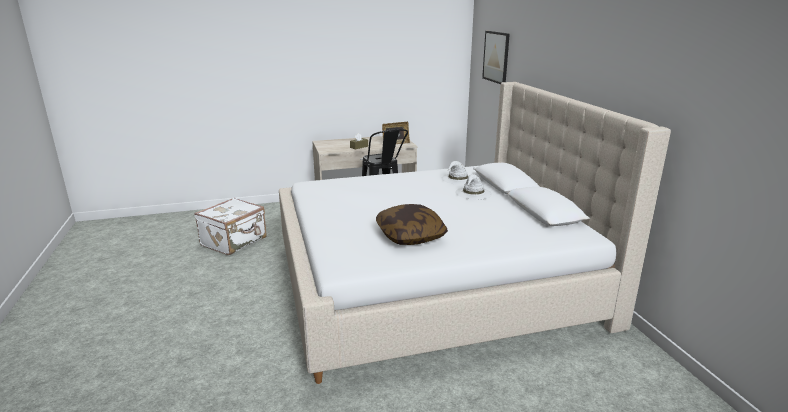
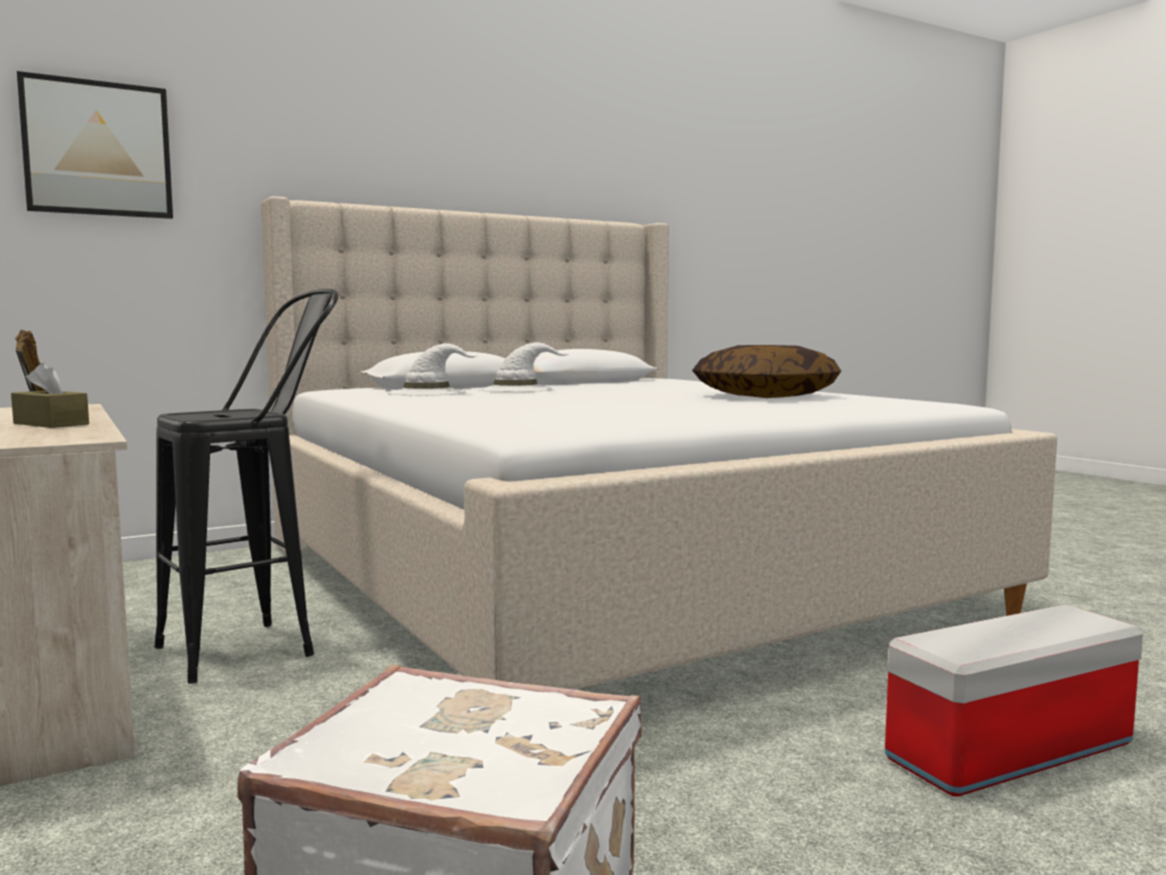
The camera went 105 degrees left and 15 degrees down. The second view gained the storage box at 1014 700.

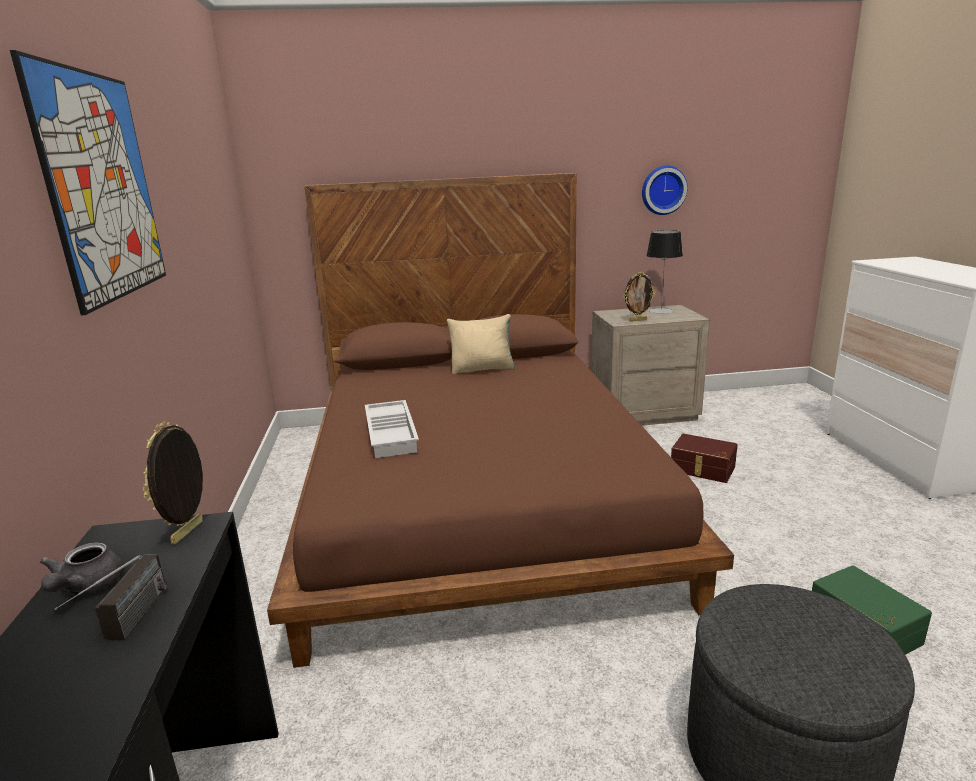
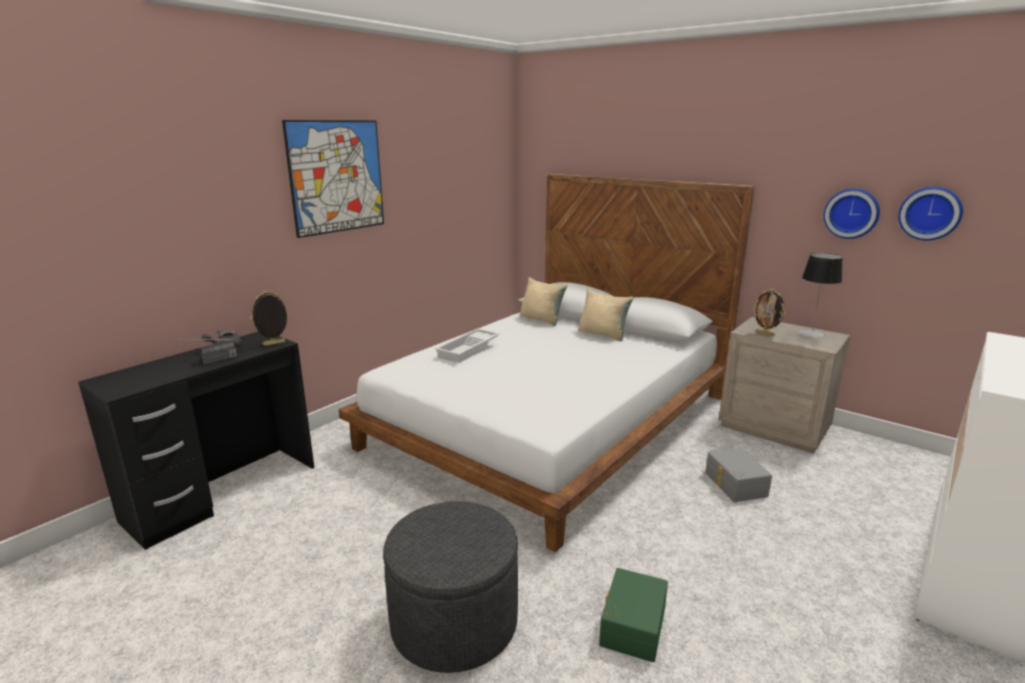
The camera went 45 degrees right and 0 degrees up. What was the brown bed at 500 420 turned into the white bed at 547 363. The second view gained the beige pillow at 543 301. What was the brown storage box at 704 458 turned into the grey storage box at 738 475. The second view gained the wall clock at 930 214.

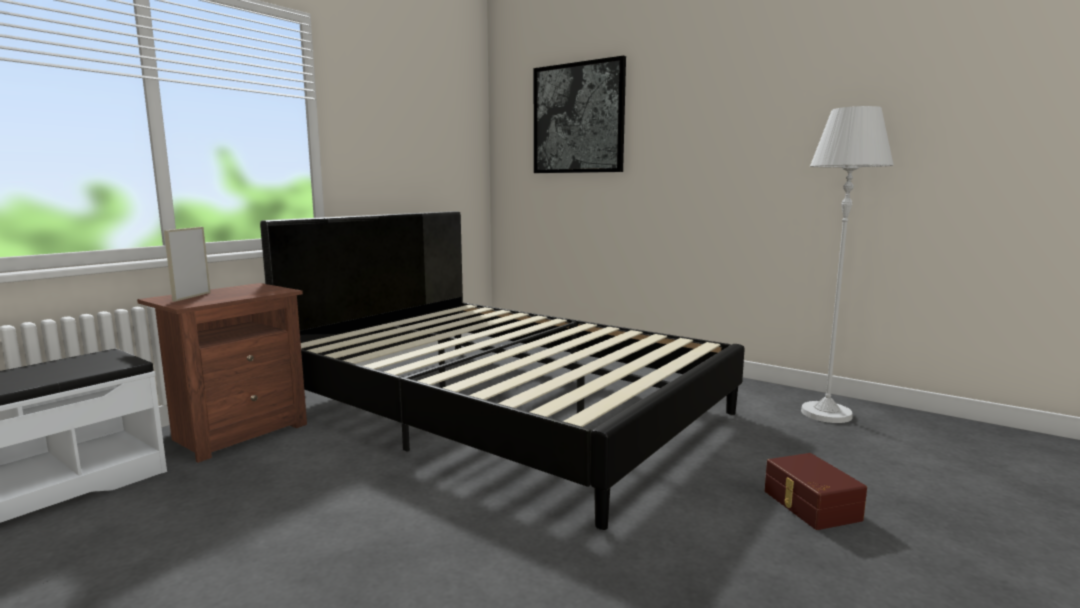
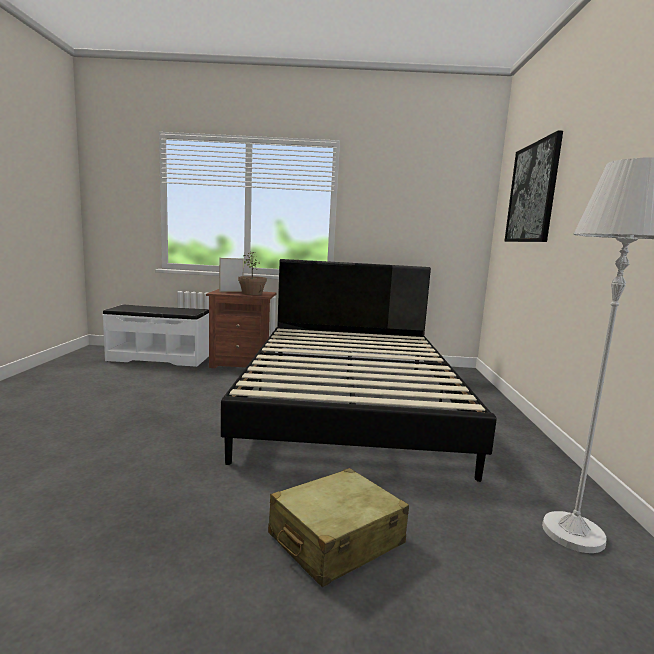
The camera went 55 degrees right and 0 degrees up. The second view gained the potted plant at 252 273. Where the brown storage box stood at 816 491, the beige suitcase came to stand at 338 527.

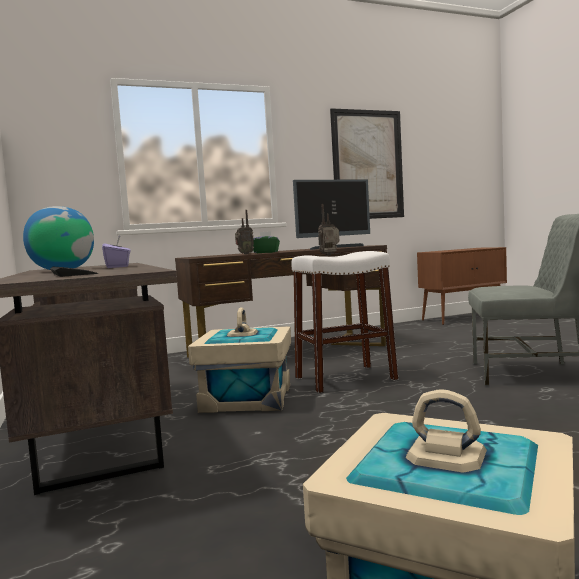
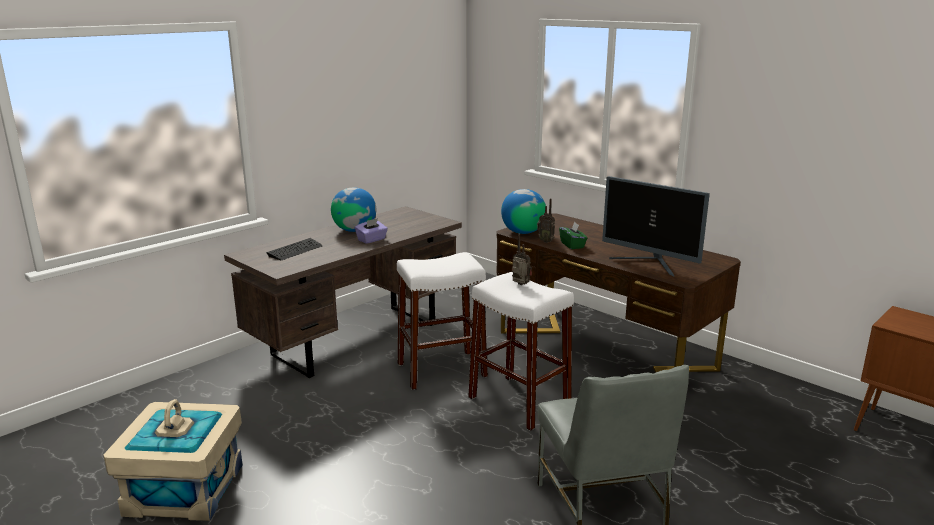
The camera went 65 degrees right and 15 degrees up. Where the beige storage box stood at 239 360, the white stool came to stand at 442 321. The second view gained the globe at 523 211. The second view lost the picture at 367 163.

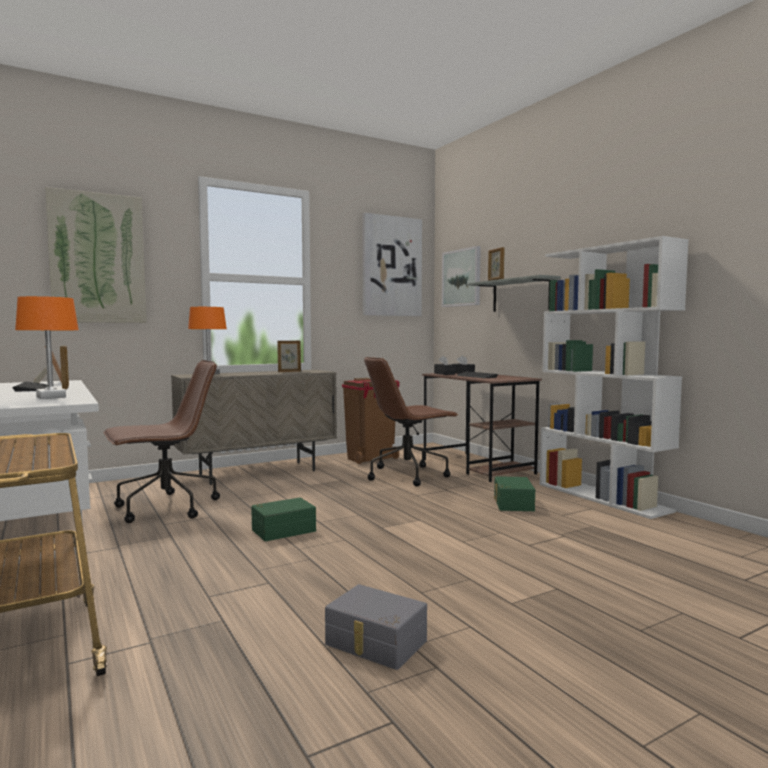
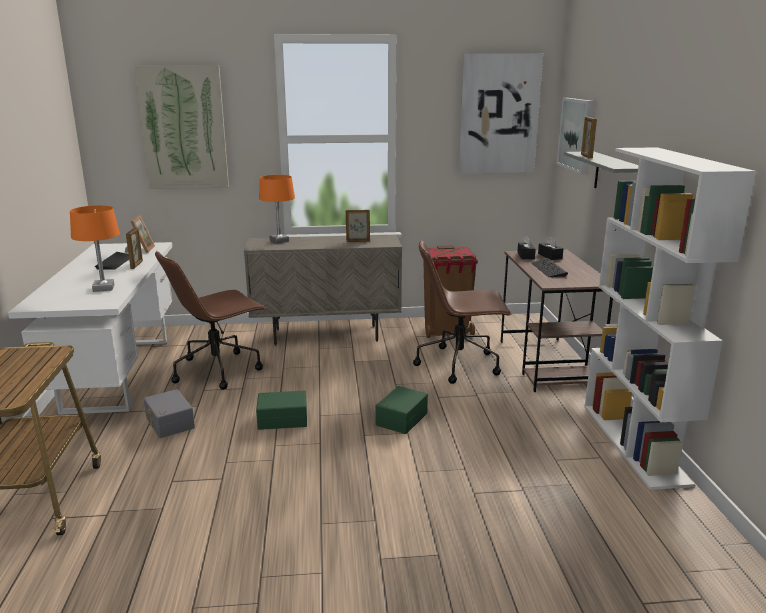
The camera went 25 degrees right and 15 degrees up. The grey storage box ended up elsewhere, having gone from 376 627 to 169 413. The brown office chair at 161 441 ended up facing another way, 150 degrees clockwise from before. The green storage box ended up elsewhere, having gone from 514 493 to 401 410.

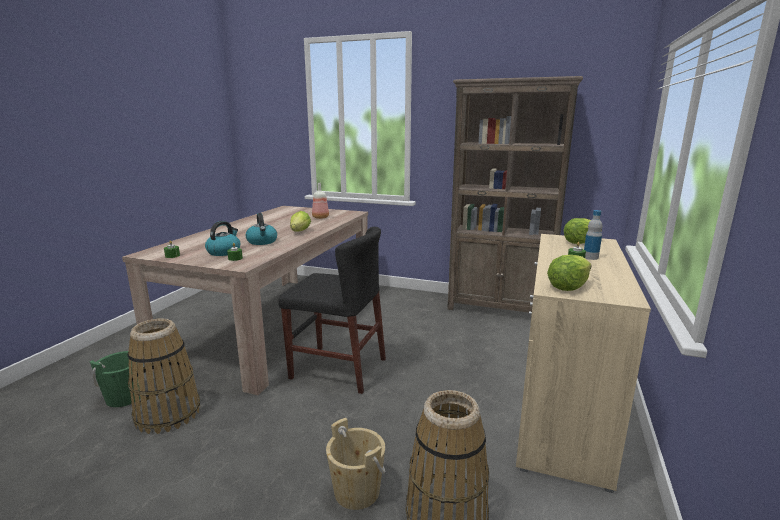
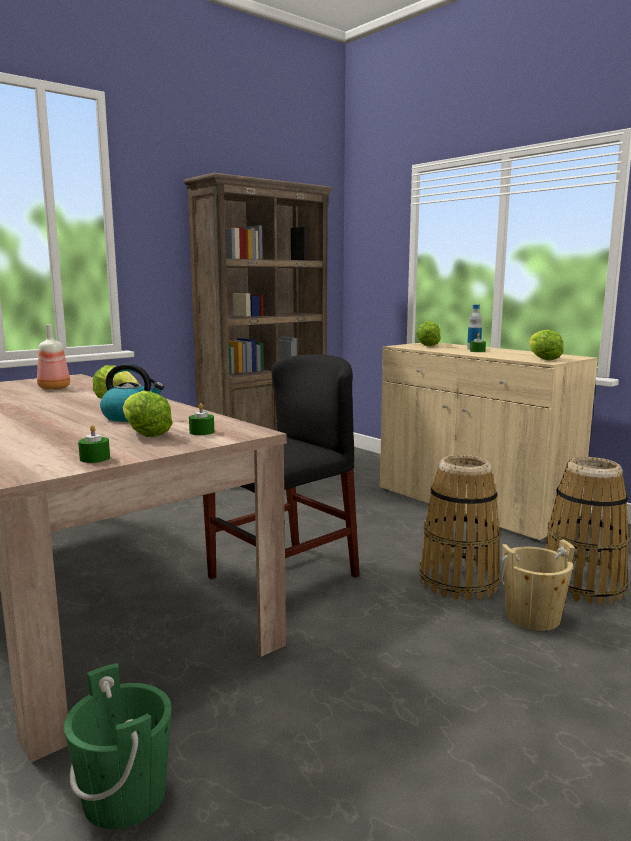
The camera went 60 degrees left and 5 degrees down. Where the kettle stood at 223 238, the lettuce came to stand at 147 414. The basket ended up elsewhere, having gone from 163 376 to 460 528.

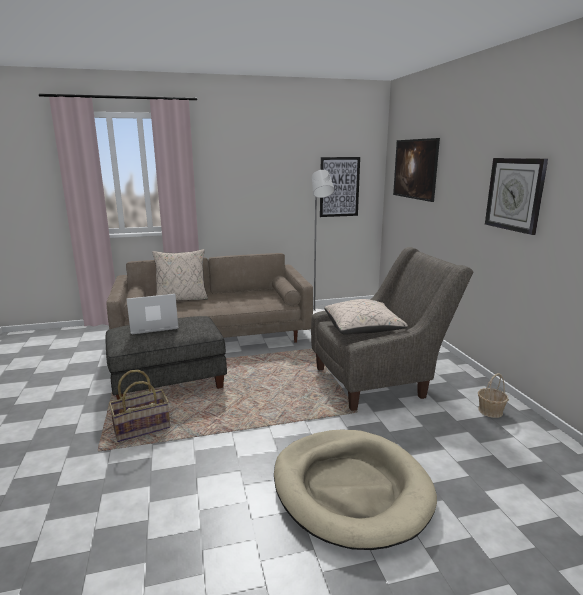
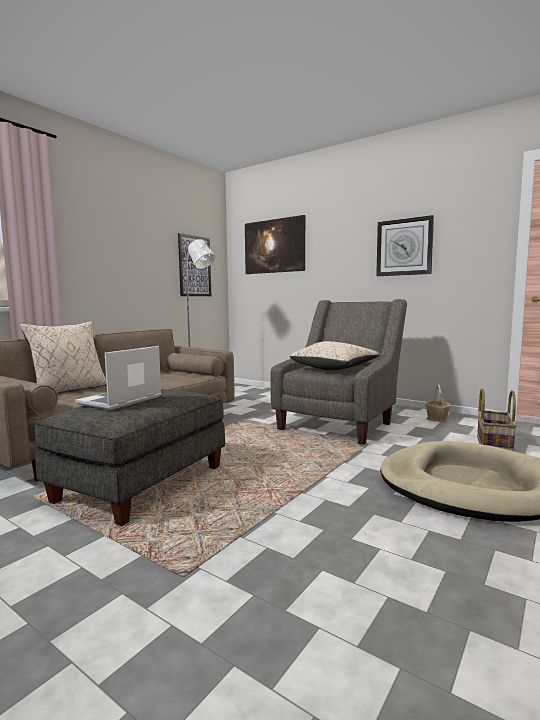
The camera went 40 degrees left and 10 degrees down. The basket ended up elsewhere, having gone from 139 406 to 497 420.

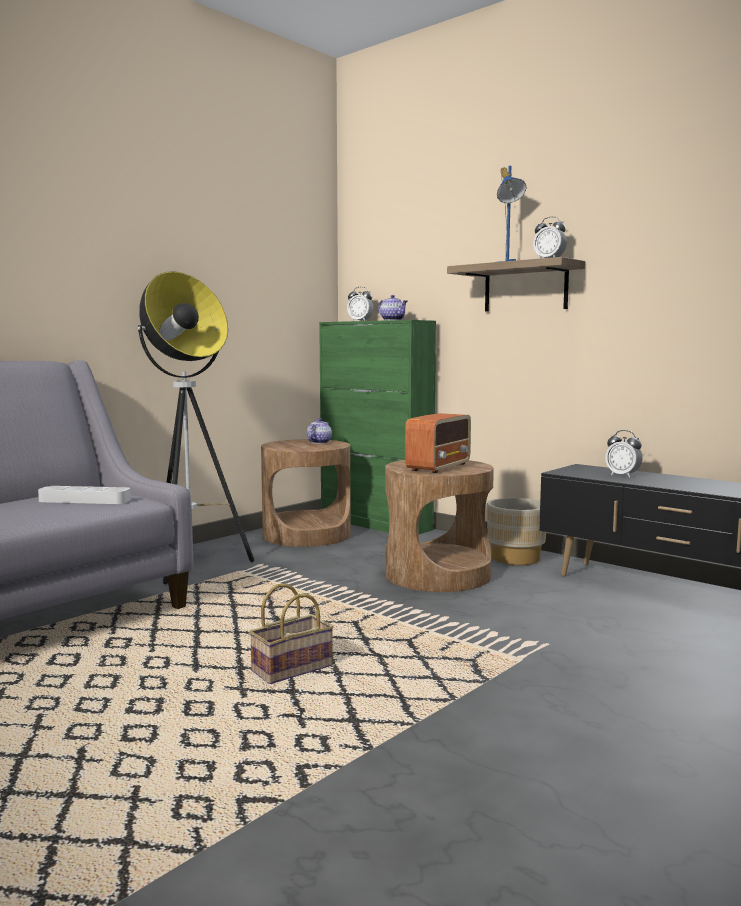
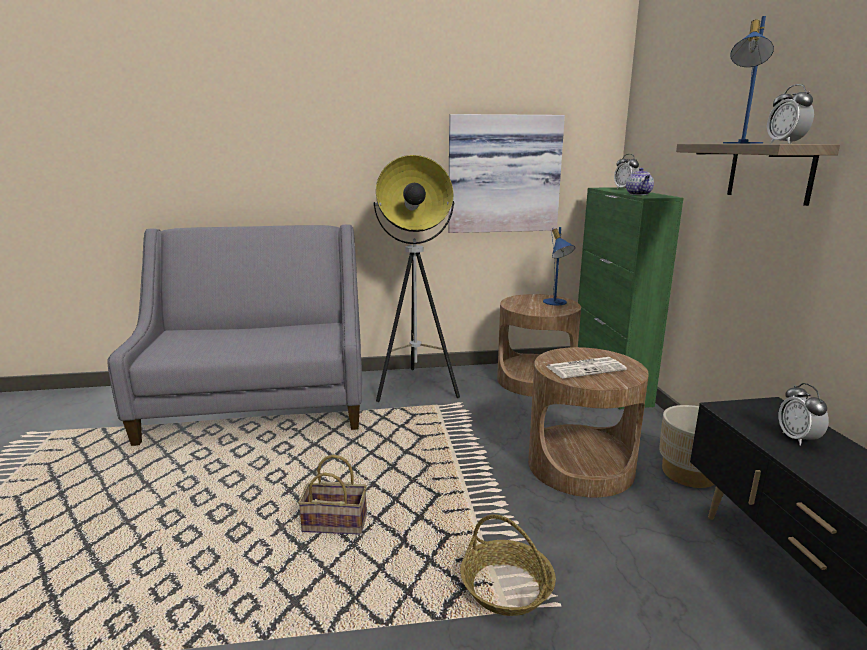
The camera went 40 degrees right and 10 degrees up. The second view gained the picture at 506 173. The second view gained the basket at 508 565. Where the teapot stood at 319 431, the blue table lamp came to stand at 559 266. Where the radio stood at 438 443, the newspaper came to stand at 586 368. The second view lost the grey tray at 84 495.

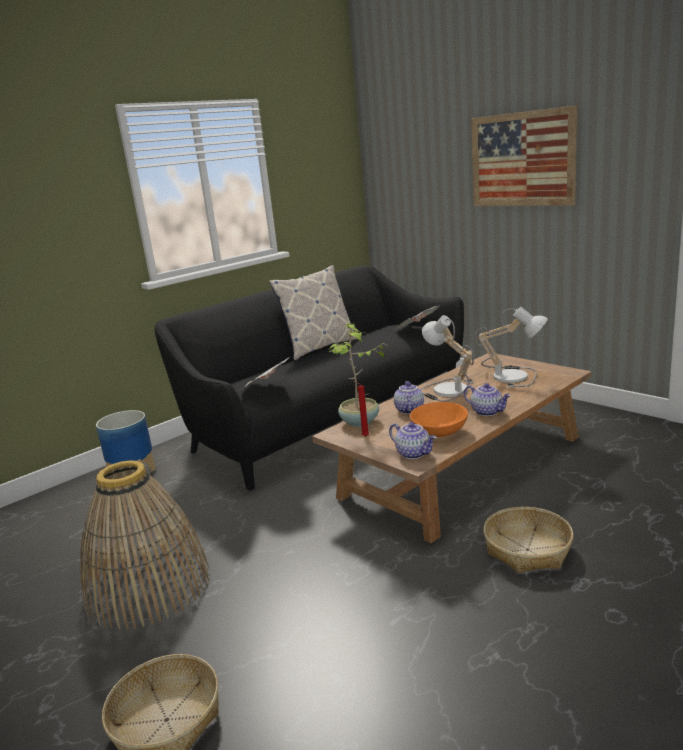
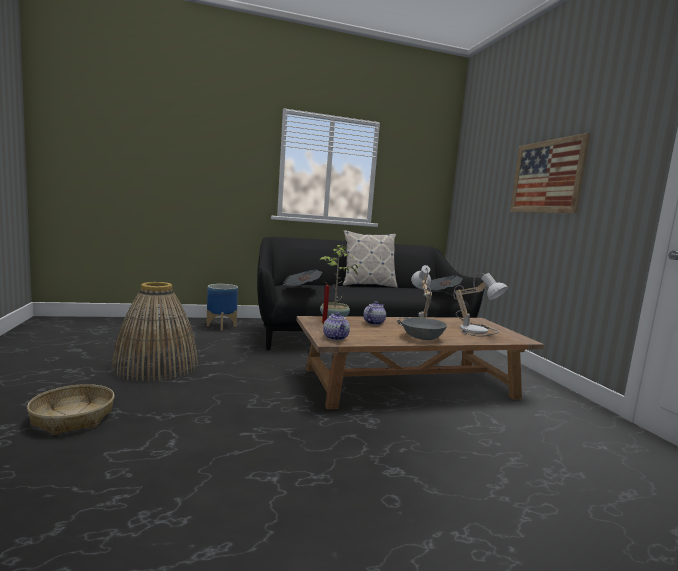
The camera went 25 degrees right and 10 degrees down. Where the teapot stood at 487 399, the grey bowl came to stand at 424 329. The second view lost the orange bowl at 439 419. The second view lost the basket at 528 540.

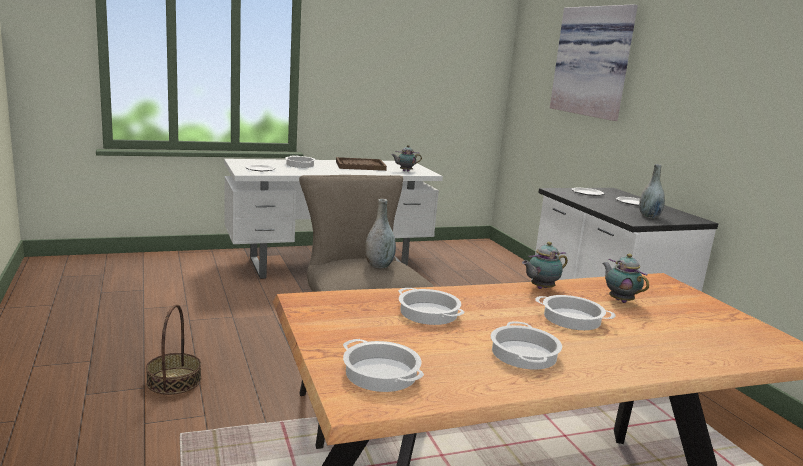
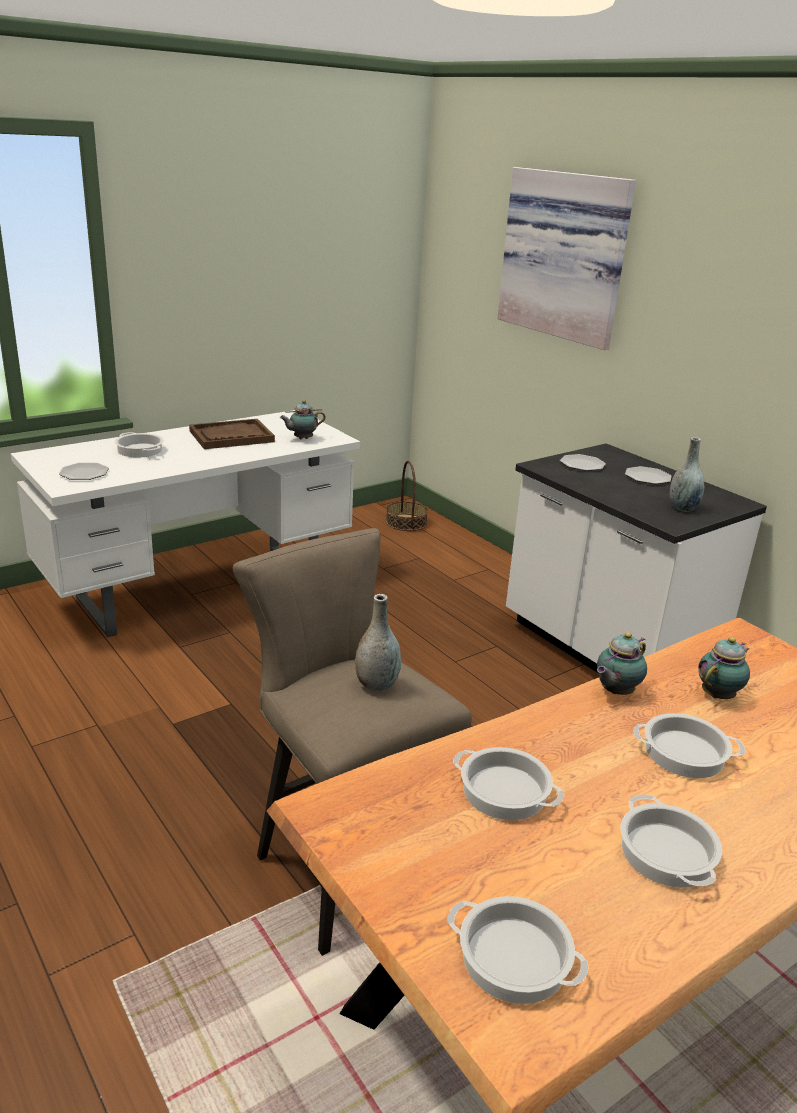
The camera went 15 degrees left and 10 degrees up. The basket ended up elsewhere, having gone from 173 349 to 407 496. The teapot at 625 278 ended up facing another way, 90 degrees clockwise from before.

